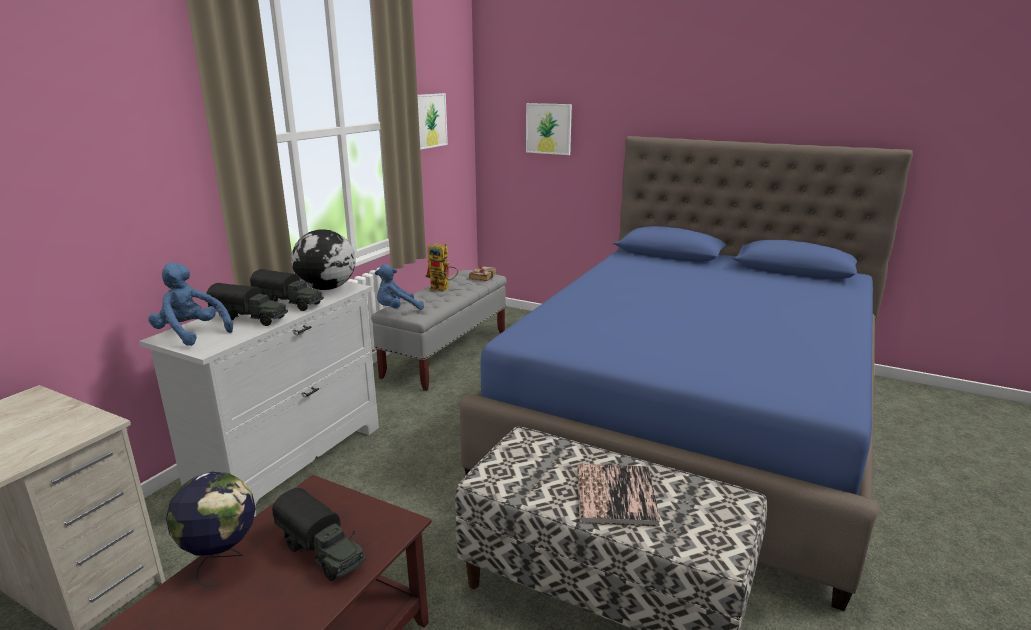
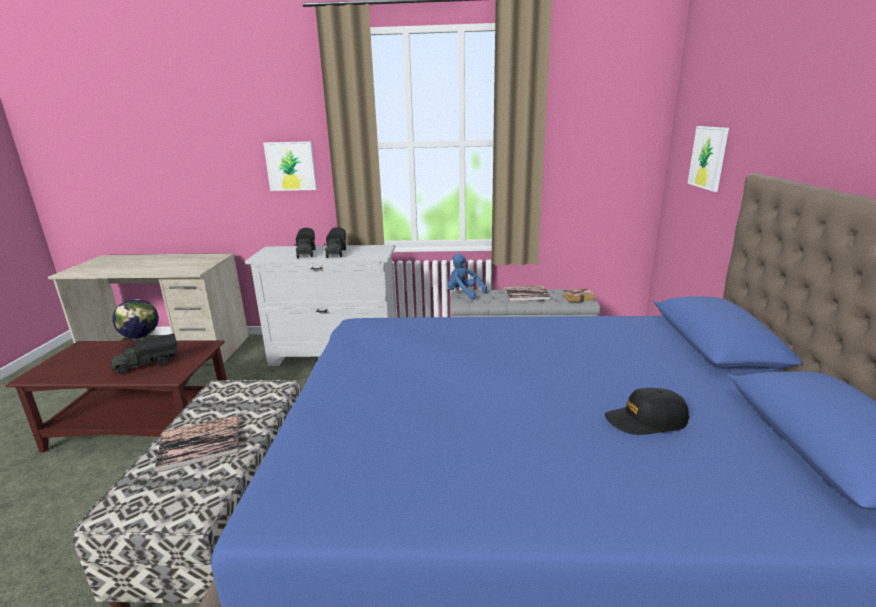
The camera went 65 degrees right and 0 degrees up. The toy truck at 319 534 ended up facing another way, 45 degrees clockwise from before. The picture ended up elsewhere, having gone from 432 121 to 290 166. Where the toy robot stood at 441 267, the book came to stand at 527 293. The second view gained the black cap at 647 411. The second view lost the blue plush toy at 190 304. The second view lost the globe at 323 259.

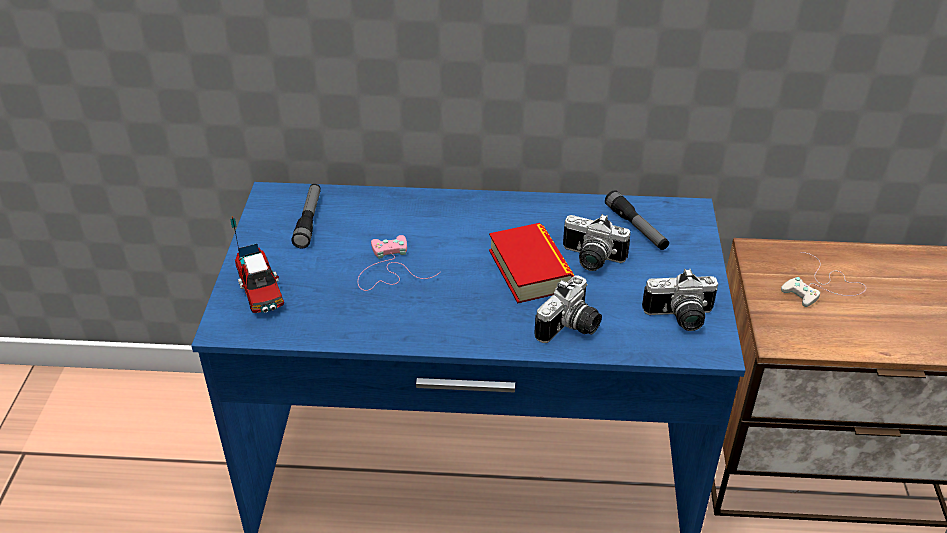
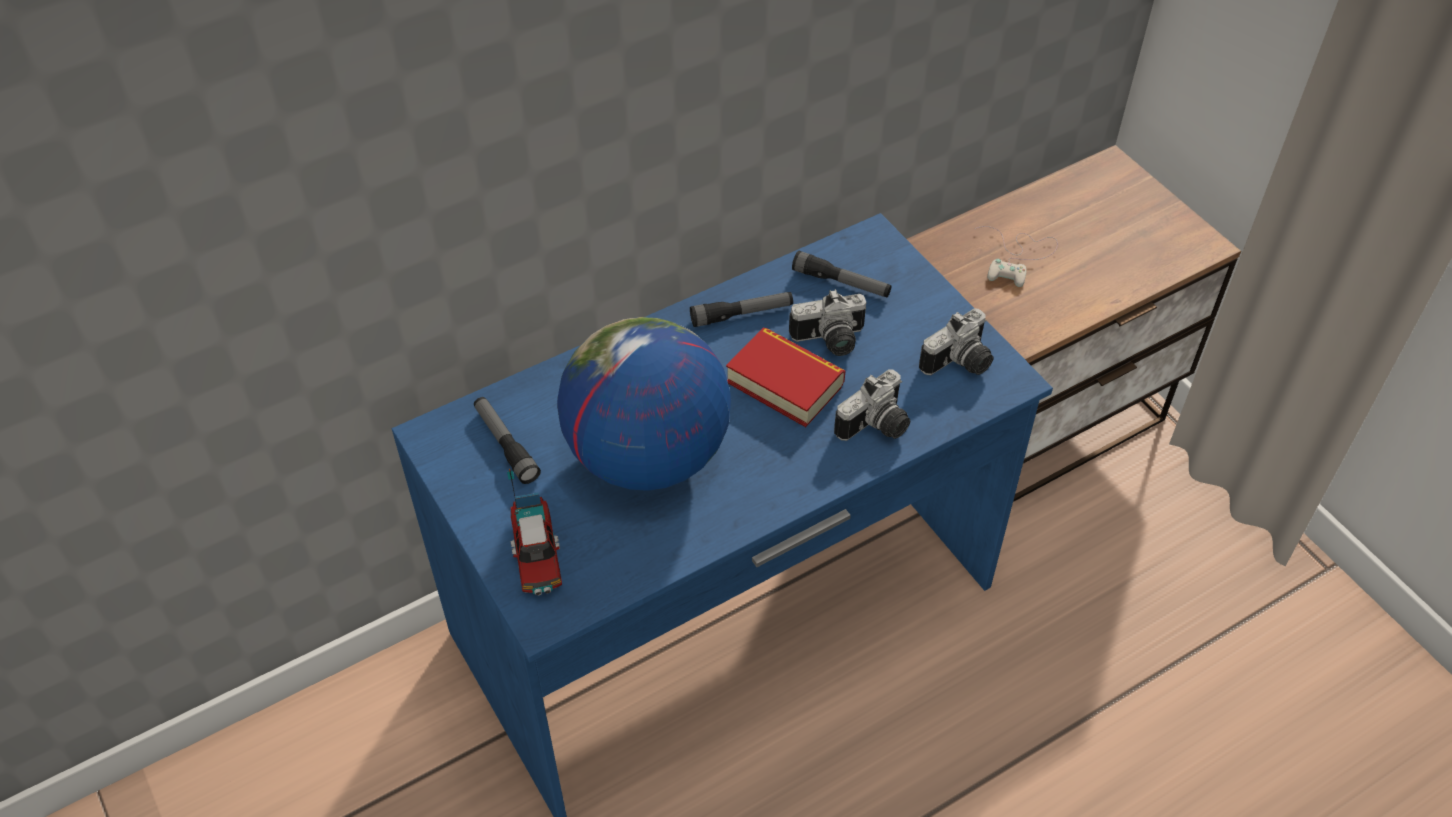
The camera went 35 degrees left and 10 degrees up. The toy truck at 257 264 ended up facing another way, 45 degrees clockwise from before. Where the pink game controller stood at 399 263, the globe came to stand at 644 404. The second view gained the flashlight at 741 309. The photo camera at 568 309 ended up facing another way, 45 degrees clockwise from before.

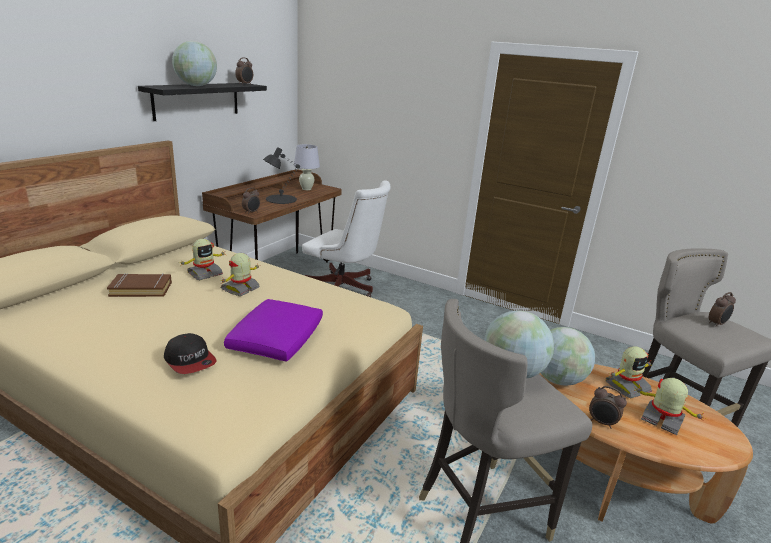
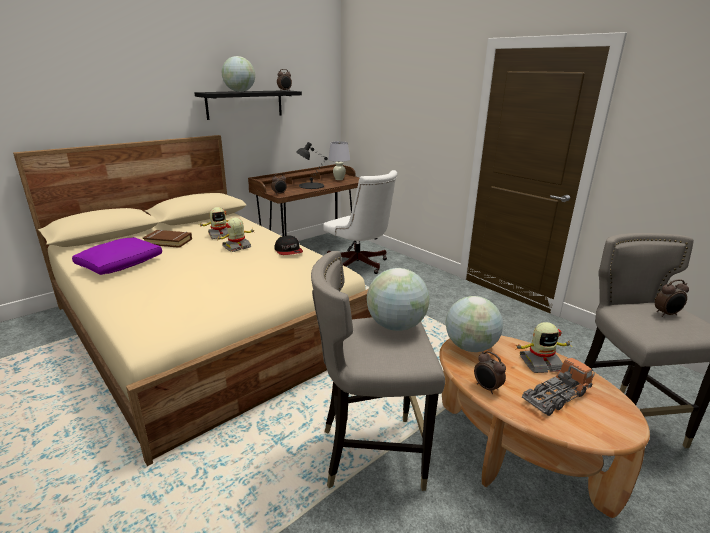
The camera went 20 degrees right and 0 degrees up. The purple pillow ended up elsewhere, having gone from 273 330 to 117 256. The cap ended up elsewhere, having gone from 190 353 to 288 245. Where the toy robot stood at 670 406, the toy truck came to stand at 558 386.

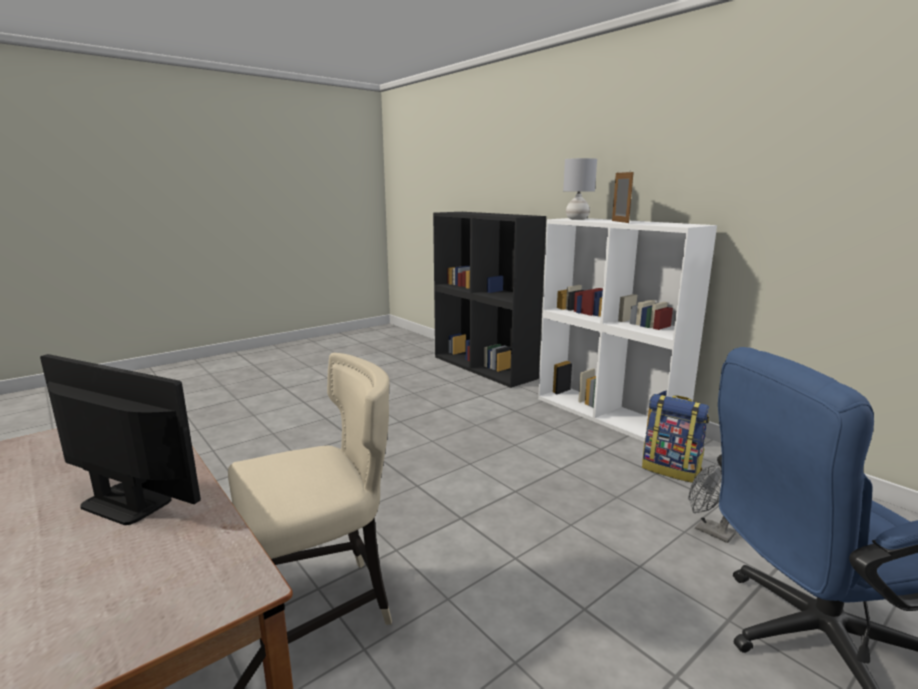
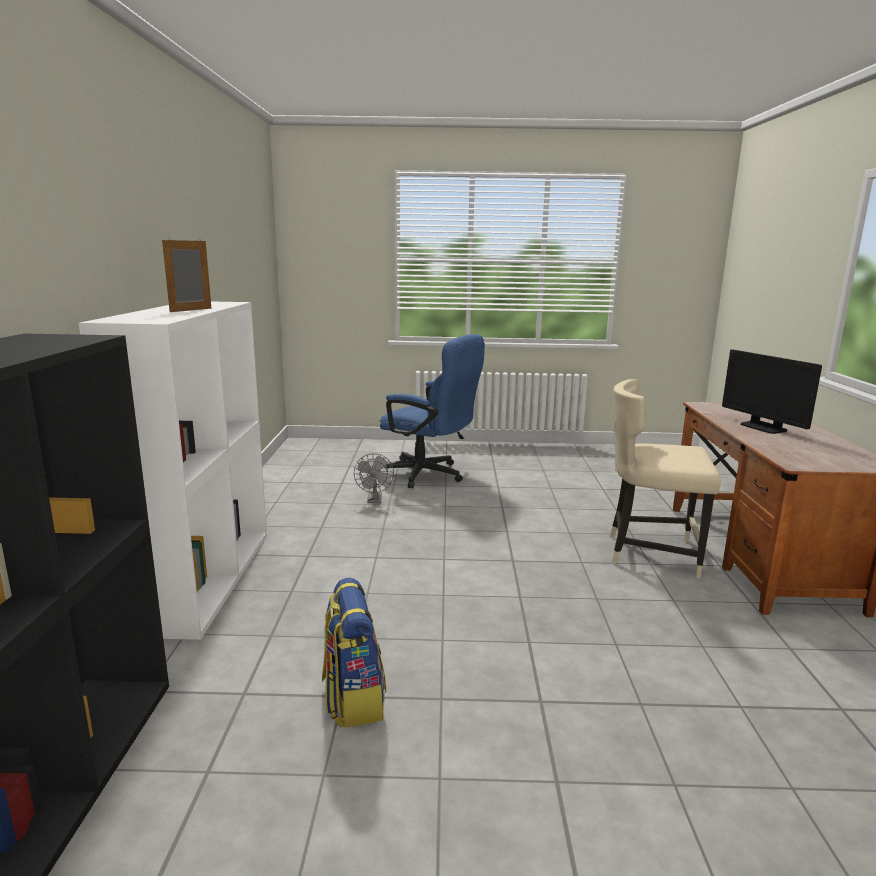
The camera went 140 degrees left and 0 degrees up. The backpack ended up elsewhere, having gone from 675 438 to 354 653. The second view lost the grey table lamp at 580 189.

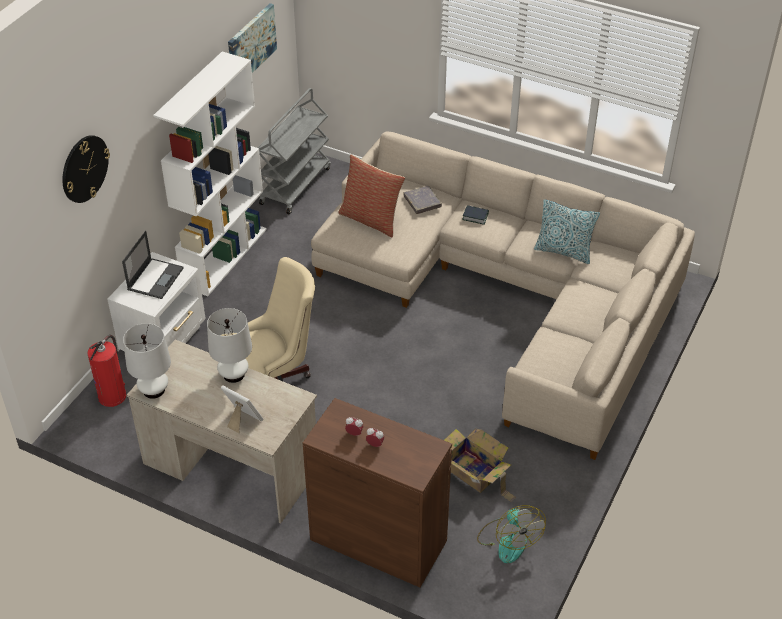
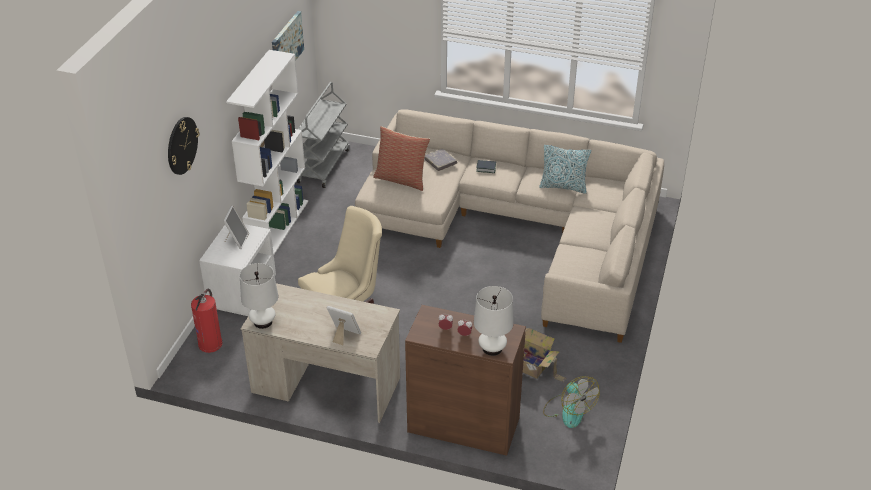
The camera went 10 degrees left and 5 degrees down. Where the laptop stood at 153 265, the picture frame came to stand at 236 227. The white table lamp ended up elsewhere, having gone from 229 345 to 494 321.

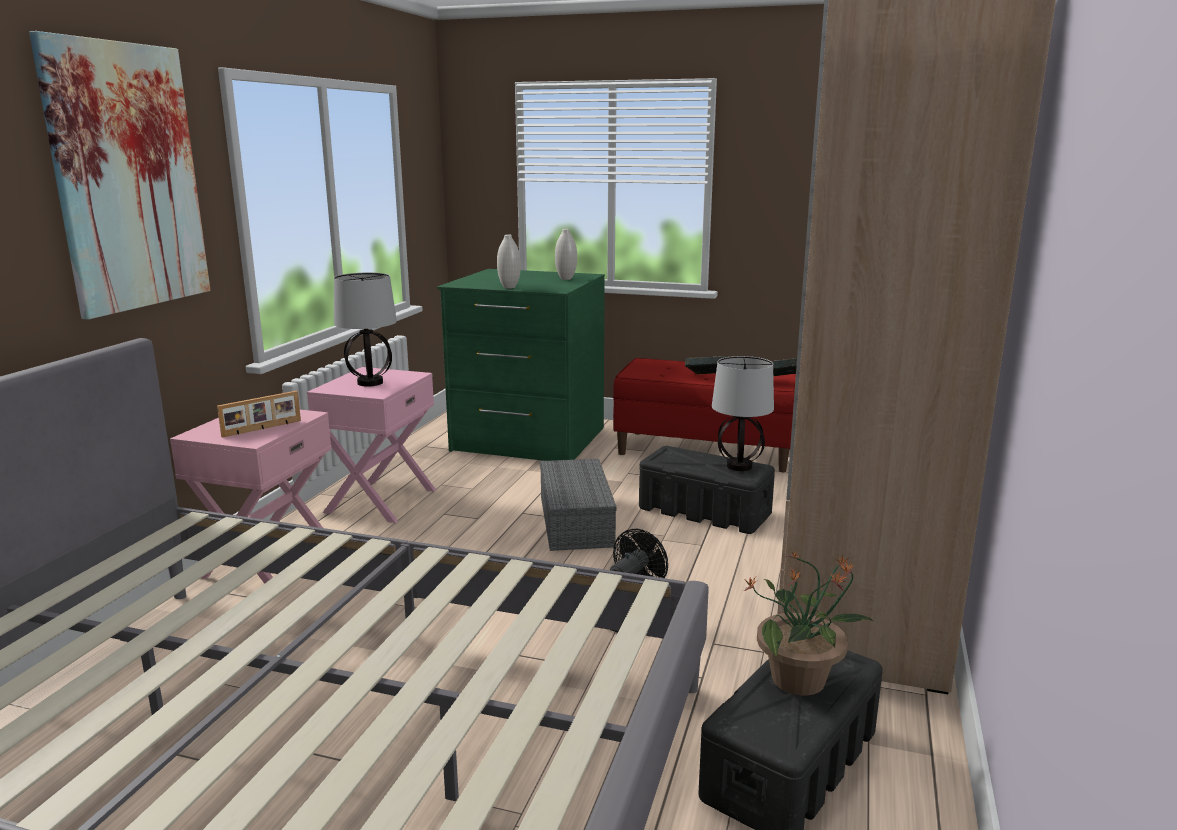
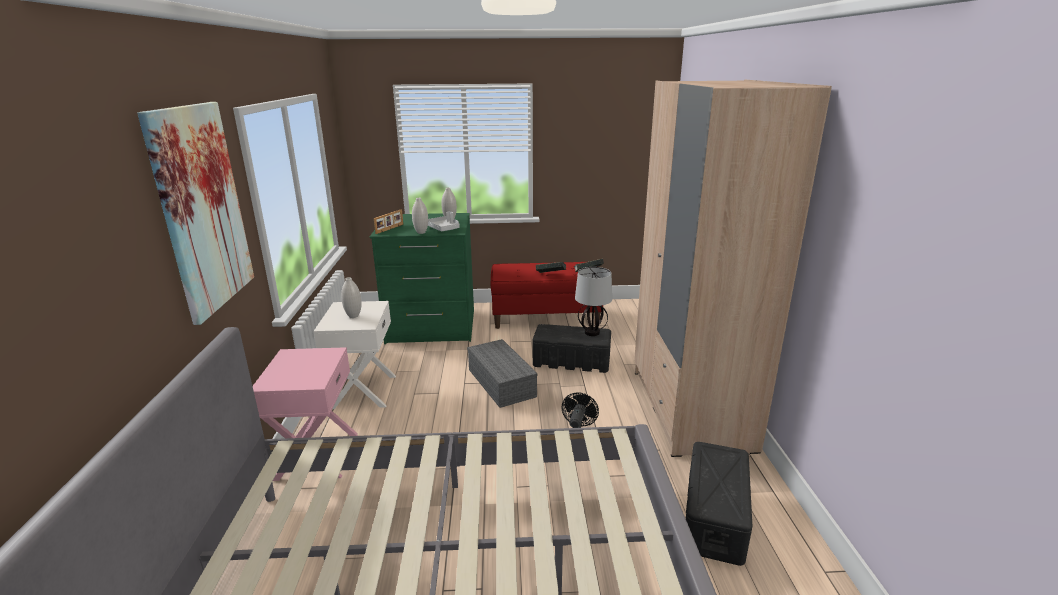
The camera went 20 degrees left and 5 degrees up. What was the pink nightstand at 371 445 turned into the white nightstand at 355 355. Where the table lamp stood at 365 329, the white vase came to stand at 351 297. The picture frame ended up elsewhere, having gone from 259 414 to 388 222. The second view gained the grey tray at 444 221. The second view lost the potted plant at 809 623.

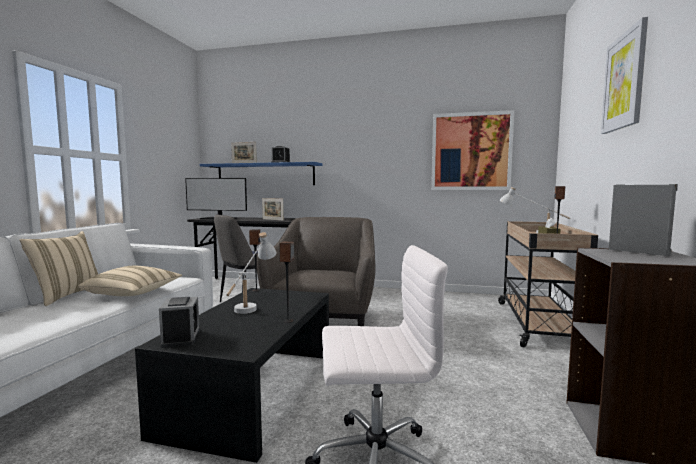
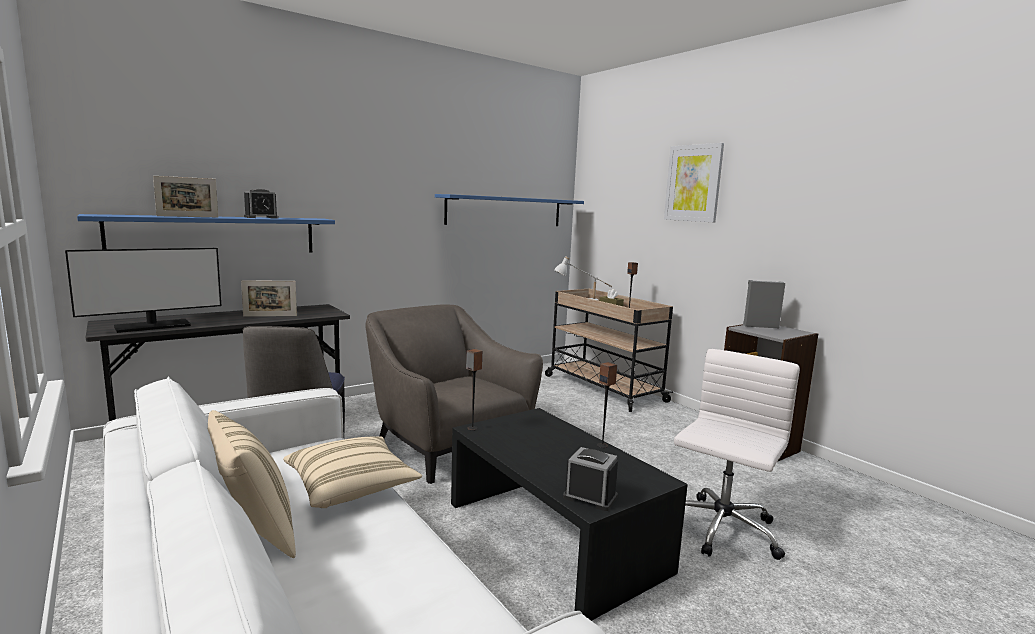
The camera went 50 degrees left and 5 degrees up. Where the picture hung at 472 150, the blue shelf came to hang at 509 210. The second view lost the white table lamp at 251 273.

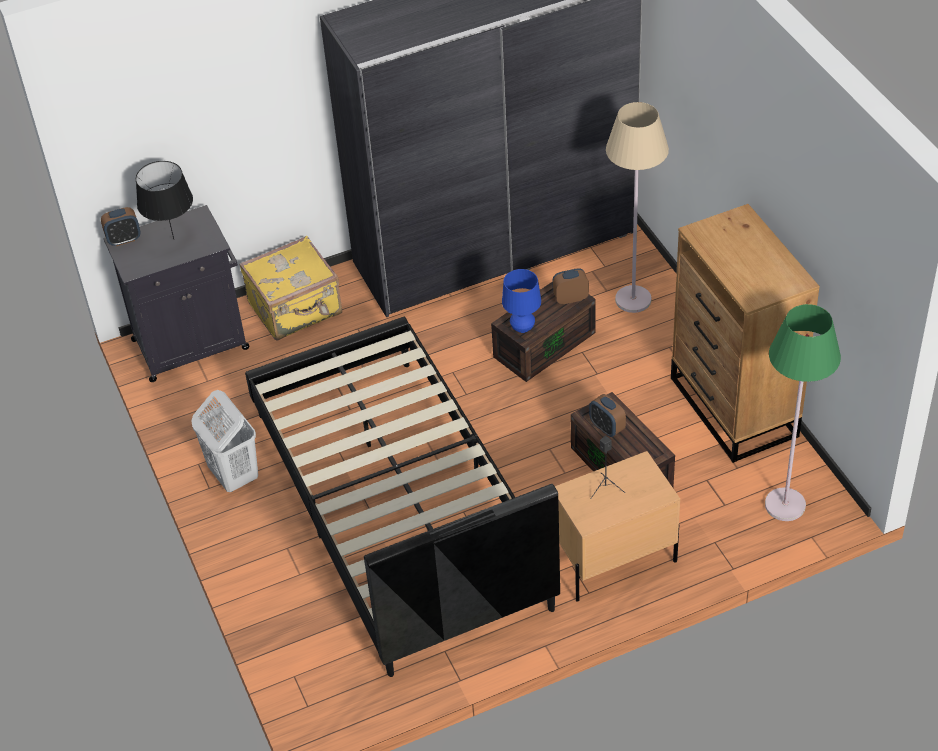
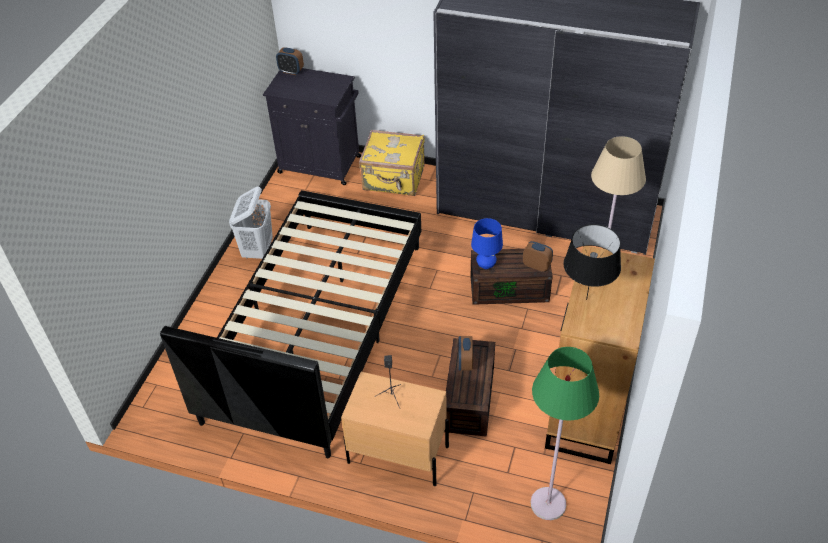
The camera went 40 degrees right and 0 degrees up. The black table lamp ended up elsewhere, having gone from 164 200 to 592 262.

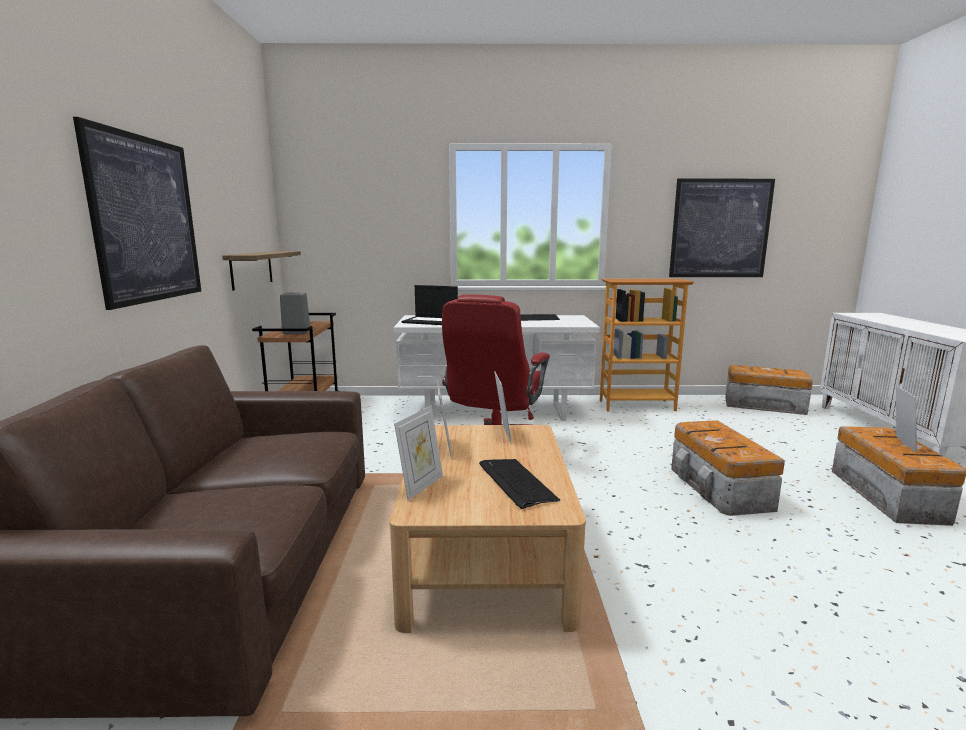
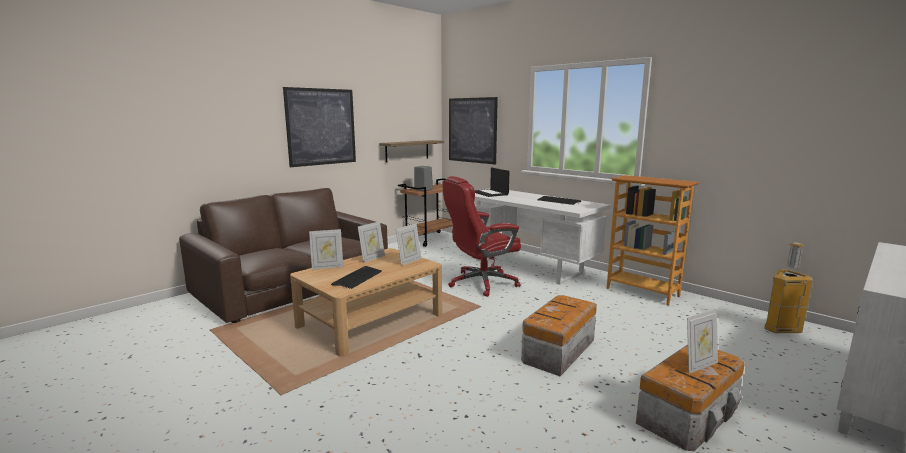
The camera went 45 degrees right and 0 degrees up. The picture ended up elsewhere, having gone from 722 228 to 473 131. Where the storage box stood at 769 390, the trash can came to stand at 788 287.

